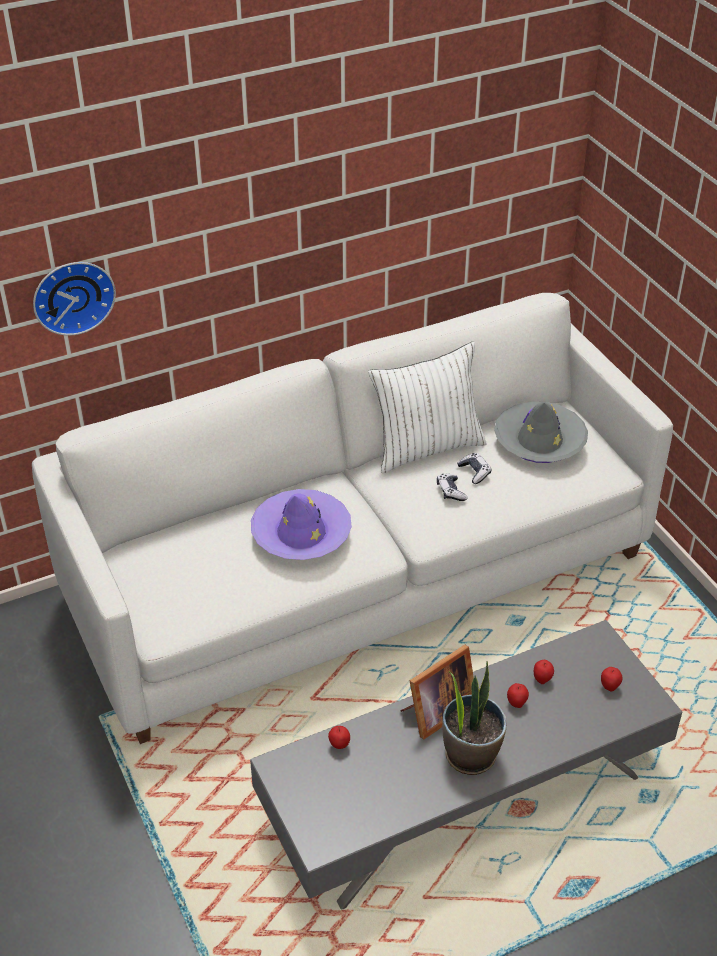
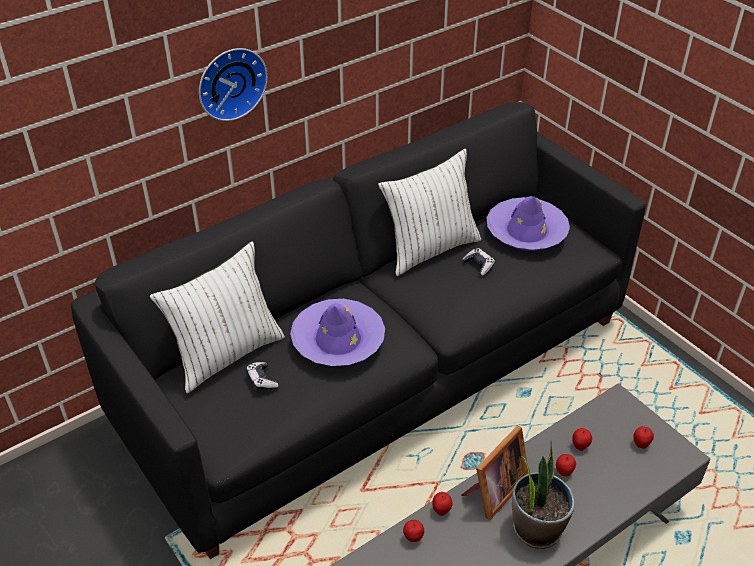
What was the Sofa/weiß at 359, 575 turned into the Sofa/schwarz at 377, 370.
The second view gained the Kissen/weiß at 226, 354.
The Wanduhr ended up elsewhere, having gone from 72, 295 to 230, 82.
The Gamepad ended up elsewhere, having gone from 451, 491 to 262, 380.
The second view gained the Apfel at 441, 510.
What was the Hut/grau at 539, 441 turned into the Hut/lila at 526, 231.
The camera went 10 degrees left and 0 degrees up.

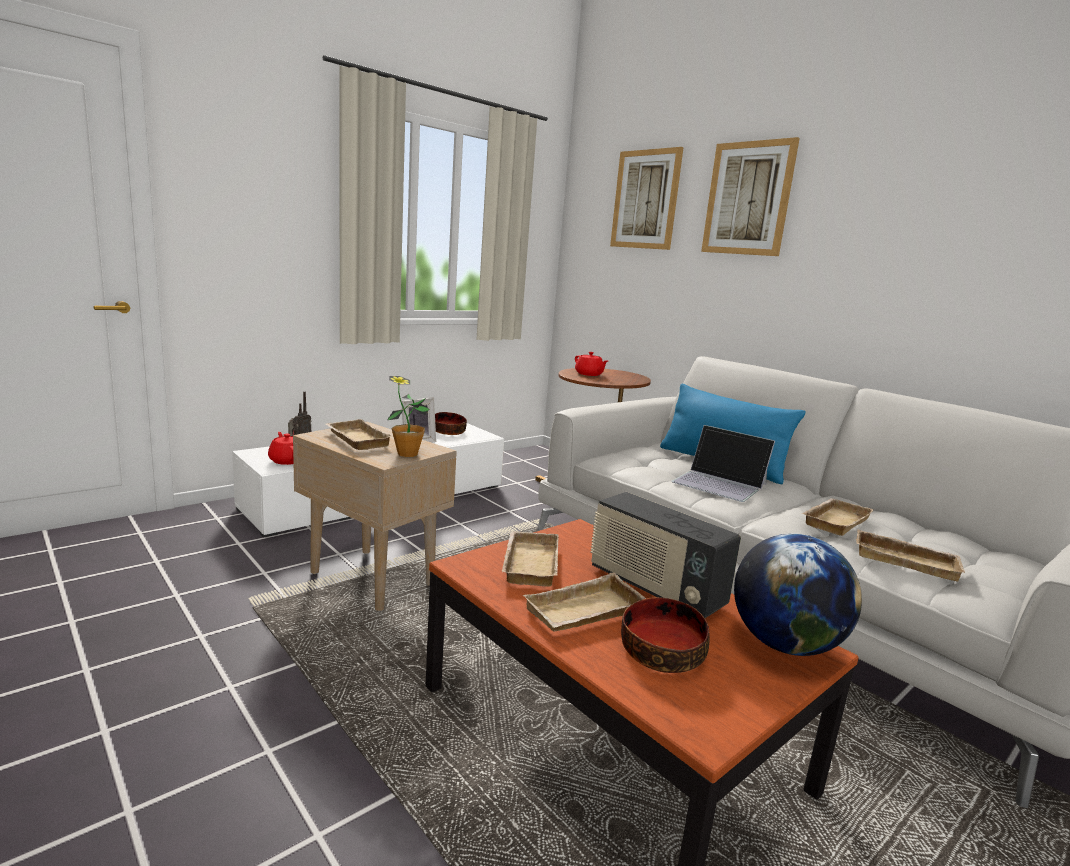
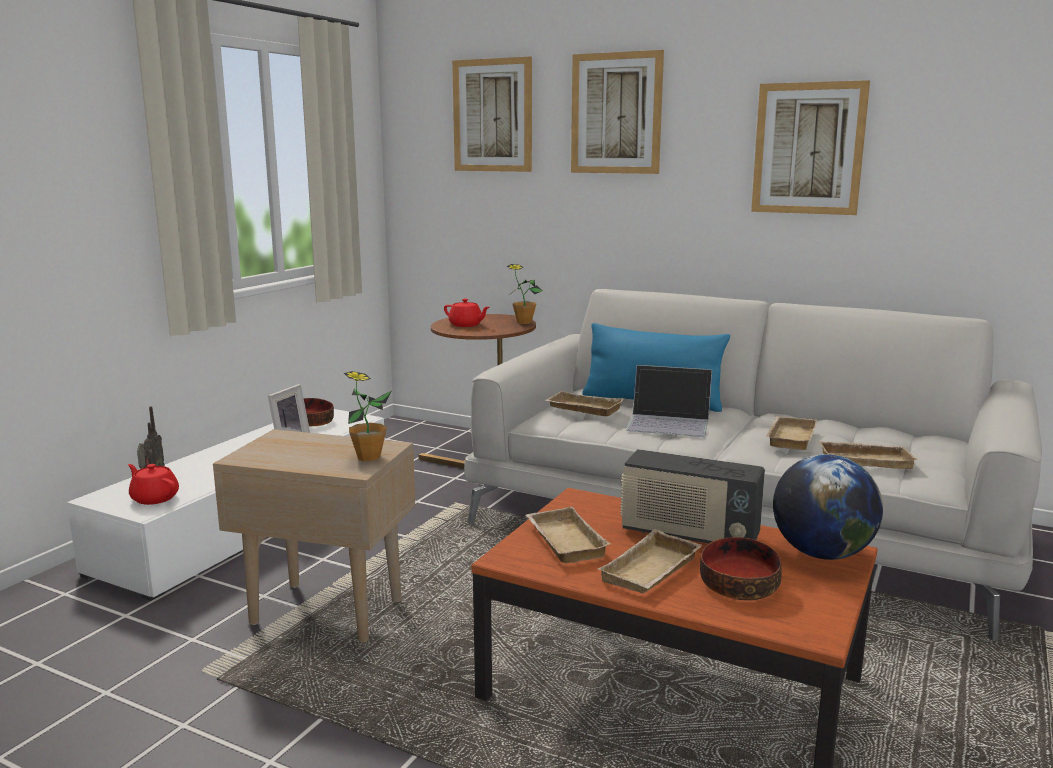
The second view gained the Topfpflanze at 524, 322.
The Tablett/beige ended up elsewhere, having gone from 355, 439 to 582, 409.
The second view gained the Bild at 808, 149.
The camera went 20 degrees left and 0 degrees up.

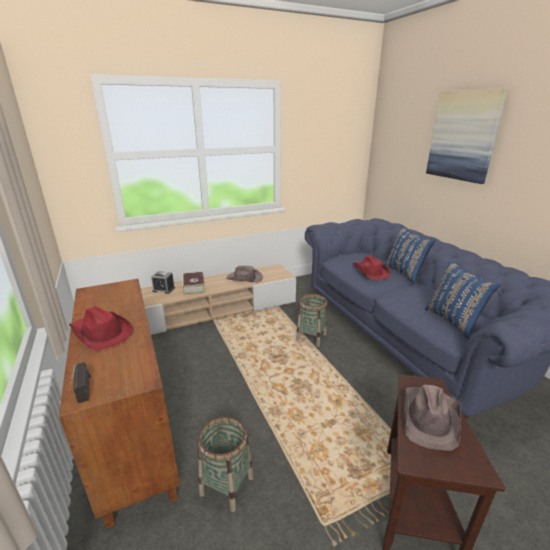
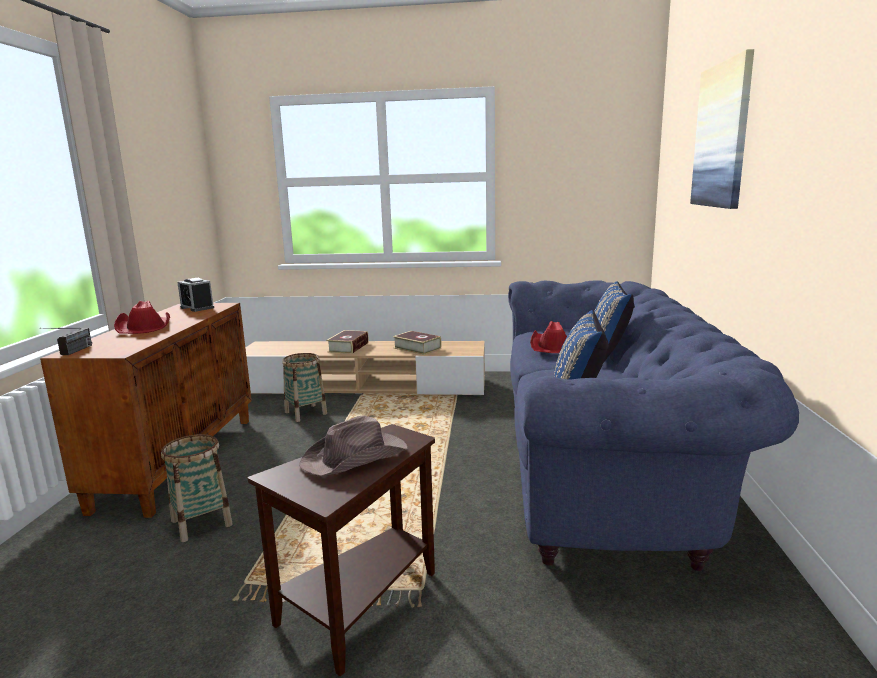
The Wecker ended up elsewhere, having gone from 163, 289 to 197, 308.
The Korb ended up elsewhere, having gone from 311, 337 to 306, 413.
Where the Hut/braun stood at 245, 278, the Buch came to stand at 417, 348.
The camera went 30 degrees right and 10 degrees down.

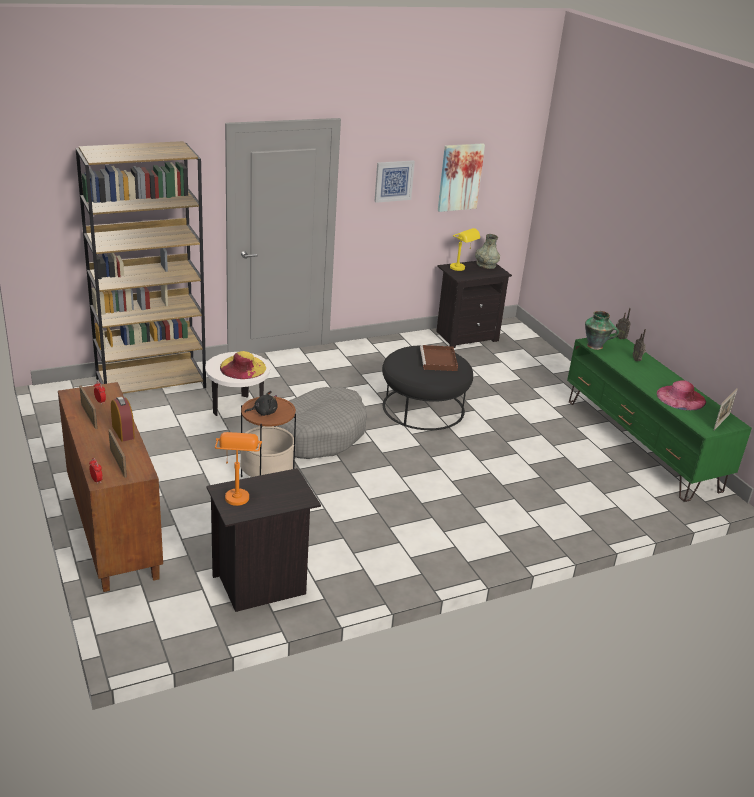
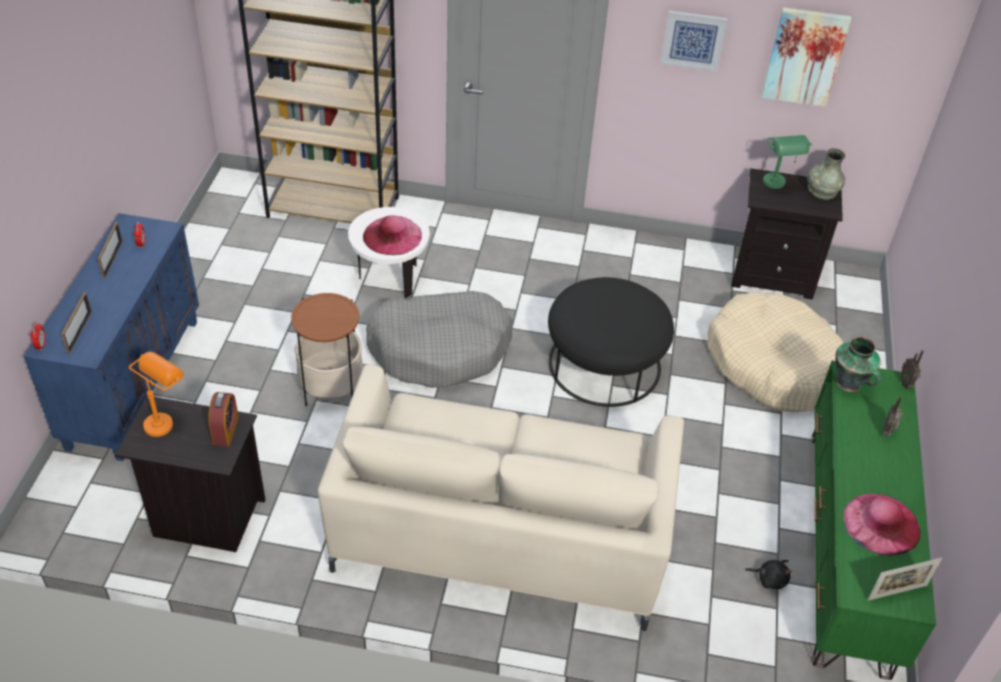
What was the Schrank/braun at 112, 530 turned into the Schrank/blau at 133, 382.
The Wecker ended up elsewhere, having gone from 123, 432 to 225, 430.
The second view gained the Sofa/beige at 501, 532.
What was the Hut/gelb at 242, 367 turned into the Hut/rosa at 392, 235.
The second view gained the Hundebett/beige at 772, 364.
The Plüschtier/schwarz ended up elsewhere, having gone from 263, 412 to 769, 579.
What was the Tischlampe/gelb at 461, 269 turned into the Tischlampe/grün at 777, 186.
The second view lost the Tablett/braun at 439, 360.
The camera went 35 degrees right and 15 degrees up.

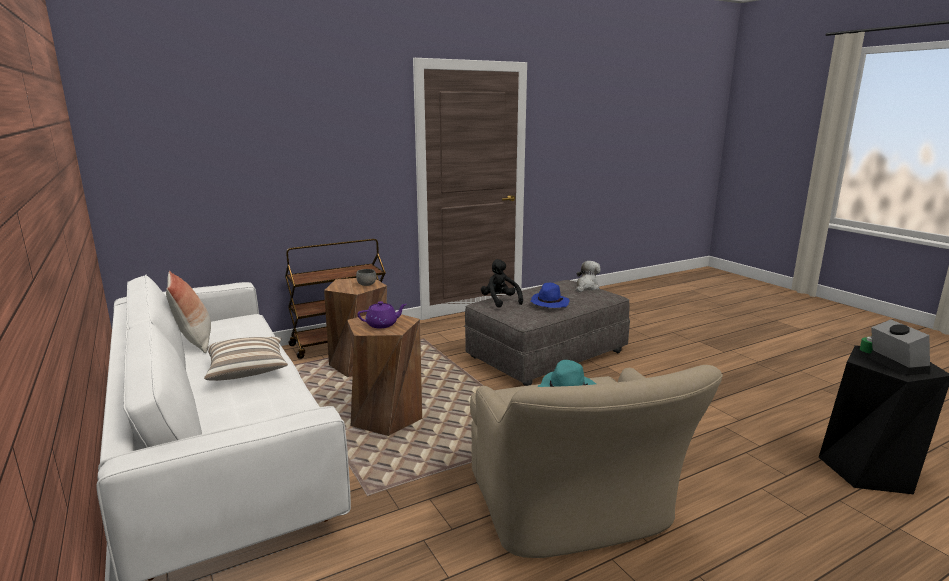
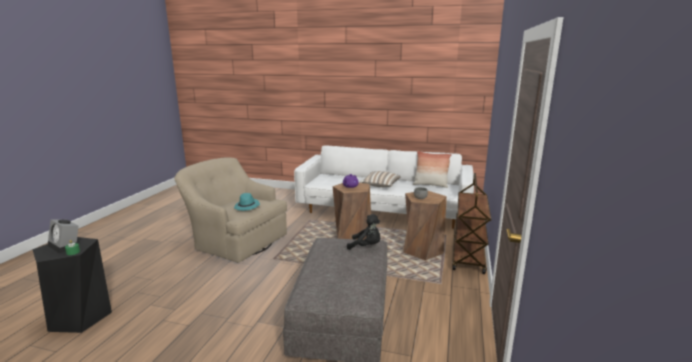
The second view lost the Hut/blau at 549, 303.
The second view lost the Plüschtier at 586, 287.
The camera went 135 degrees right and 0 degrees up.

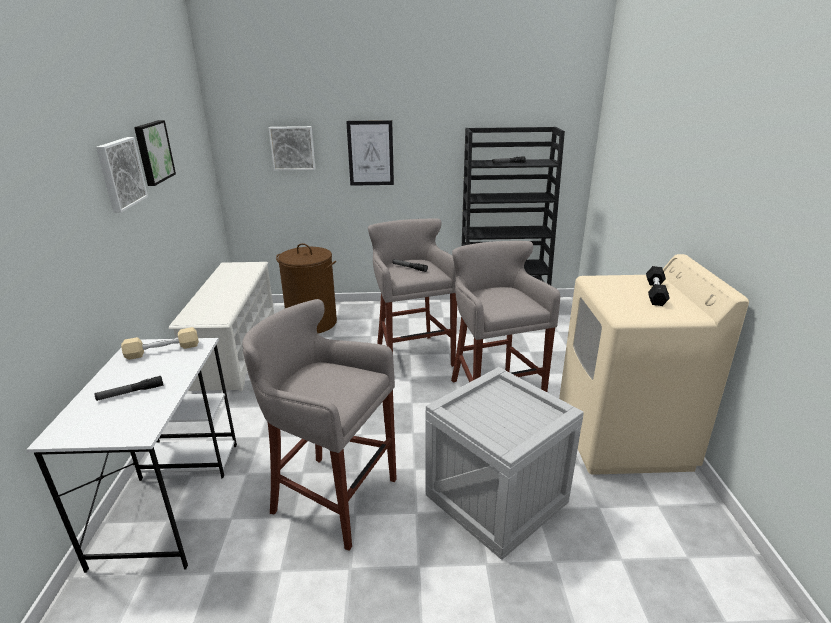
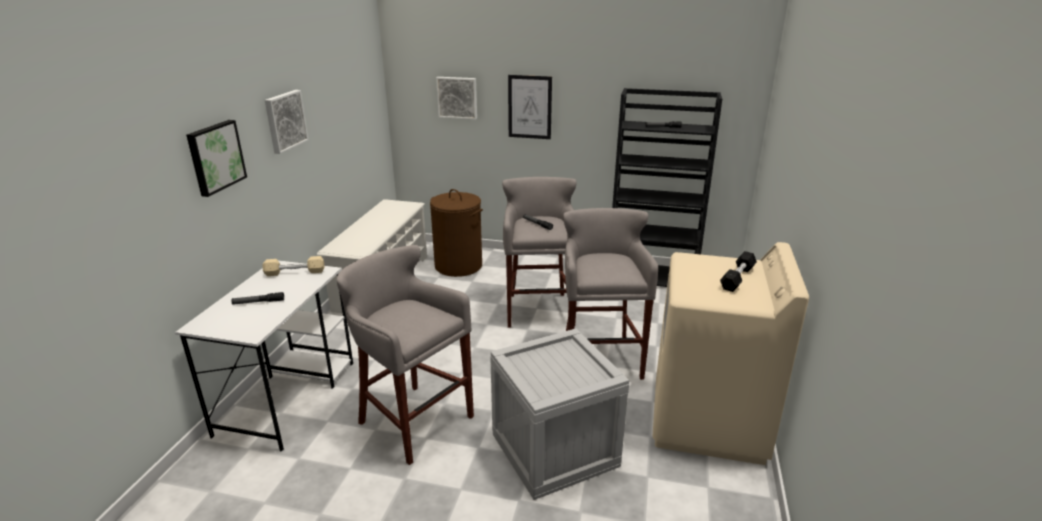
The Bild ended up elsewhere, having gone from 153, 152 to 215, 157.
The camera went 15 degrees right and 0 degrees up.

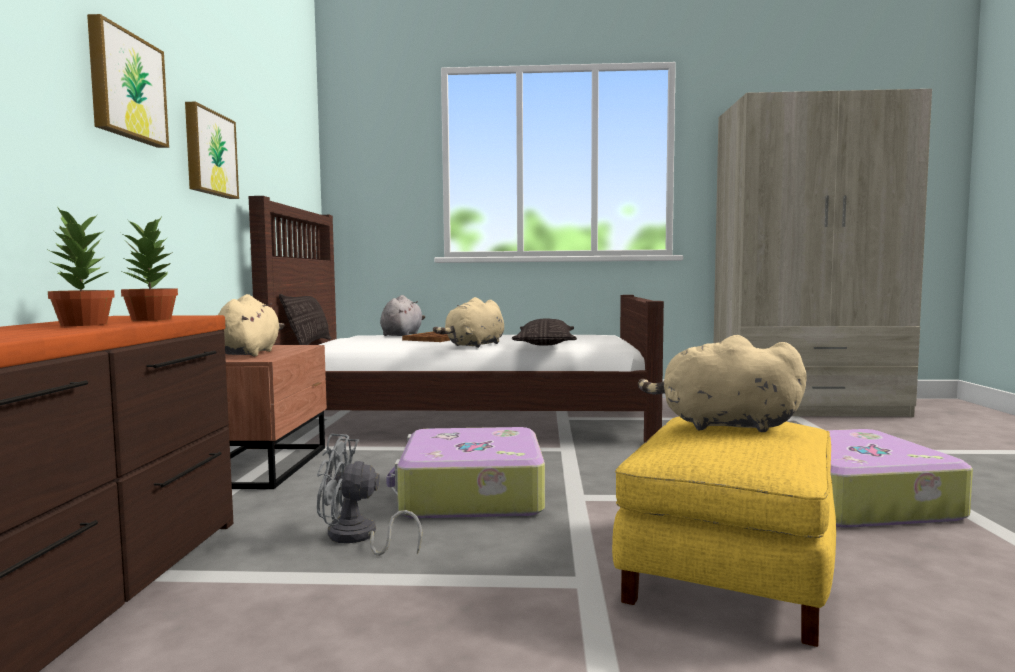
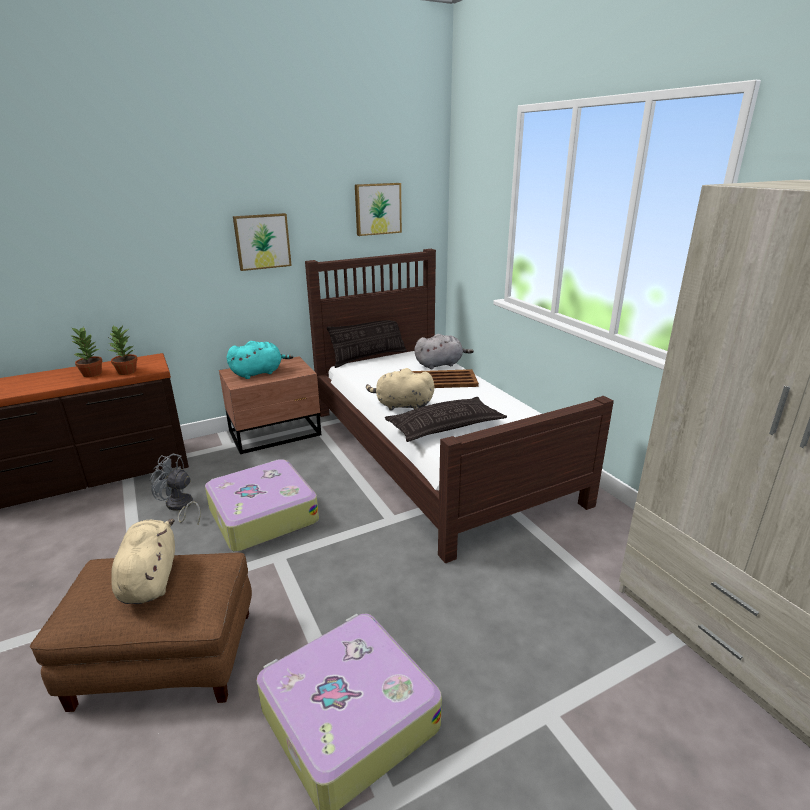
What was the Polsterhocker/gelb at 728, 570 turned into the Polsterhocker/braun at 166, 656.
The Ventilator/grau at 357, 538 ended up facing another way, 45 degrees counterclockwise from before.
What was the Plüschtier/beige at 249, 353 turned into the Plüschtier/türkis at 259, 373.
The Bild ended up elsewhere, having gone from 125, 86 to 377, 209.
The camera went 60 degrees right and 20 degrees up.

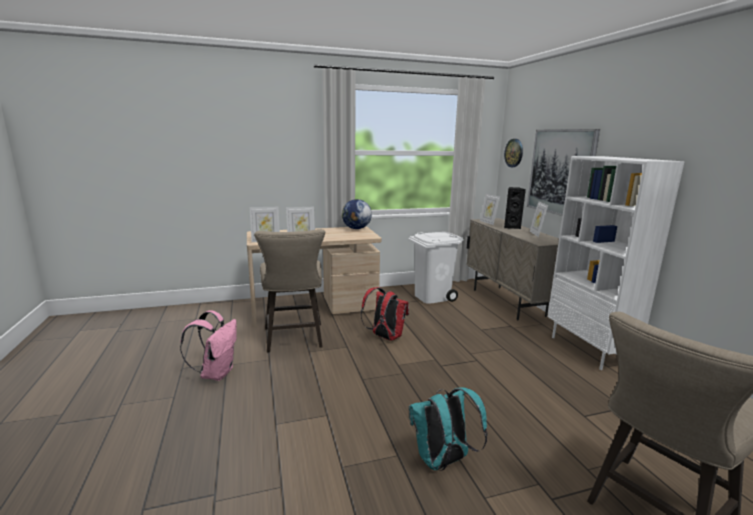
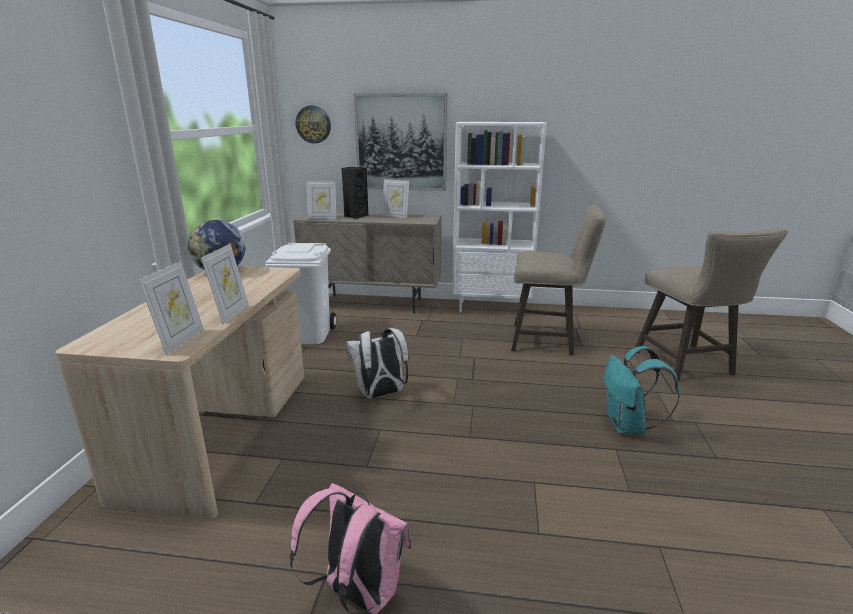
What was the Rucksack/rot at 385, 337 turned into the Rucksack/weiß at 380, 394.
The Hocker/beige ended up elsewhere, having gone from 294, 340 to 548, 340.
The camera went 65 degrees left and 5 degrees up.

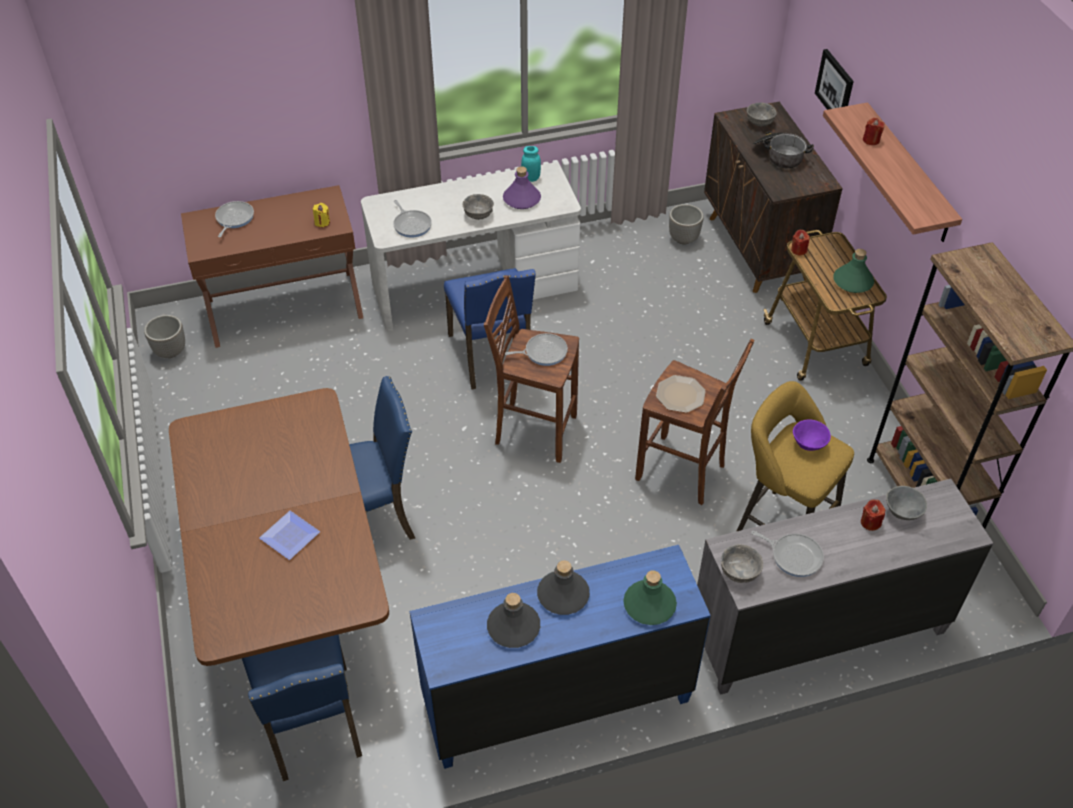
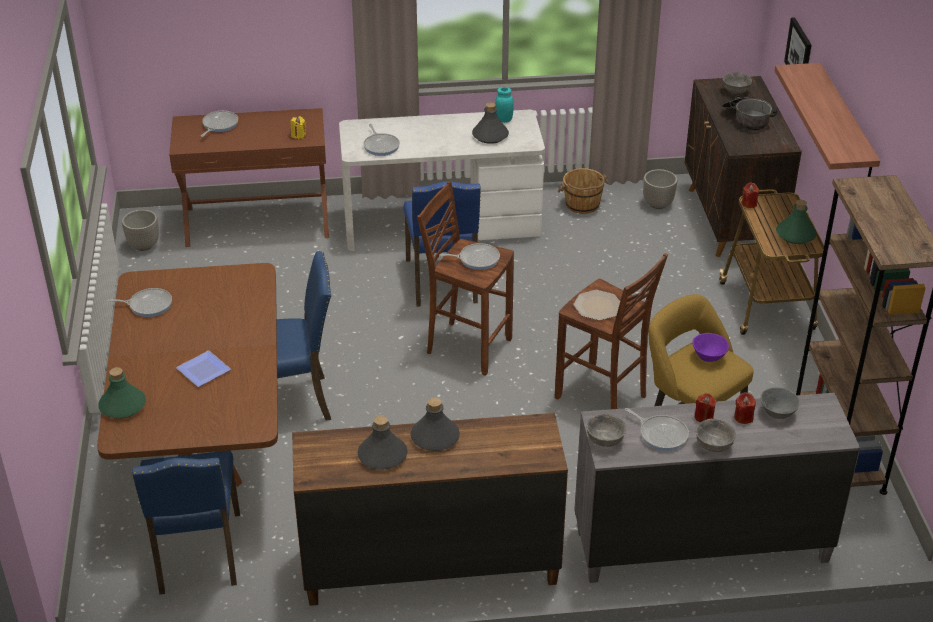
The Flasche/grün ended up elsewhere, having gone from 649, 605 to 122, 406.
The second view gained the Pfanne at 148, 305.
What was the Kommode/blau at 556, 701 turned into the Kommode/braun at 429, 566.
What was the Flasche/lila at 522, 199 turned into the Flasche/grau at 490, 136.
The second view gained the Eimer/braun at 582, 204.
The Kerze/rot ended up elsewhere, having gone from 871, 140 to 703, 417.
The Schüssel/grau ended up elsewhere, having gone from 478, 215 to 713, 445.
The camera went 10 degrees right and 10 degrees down.

